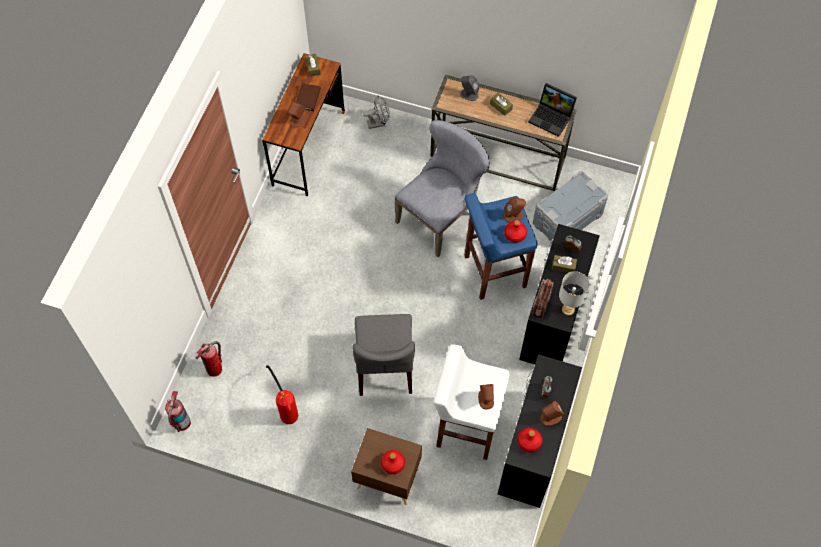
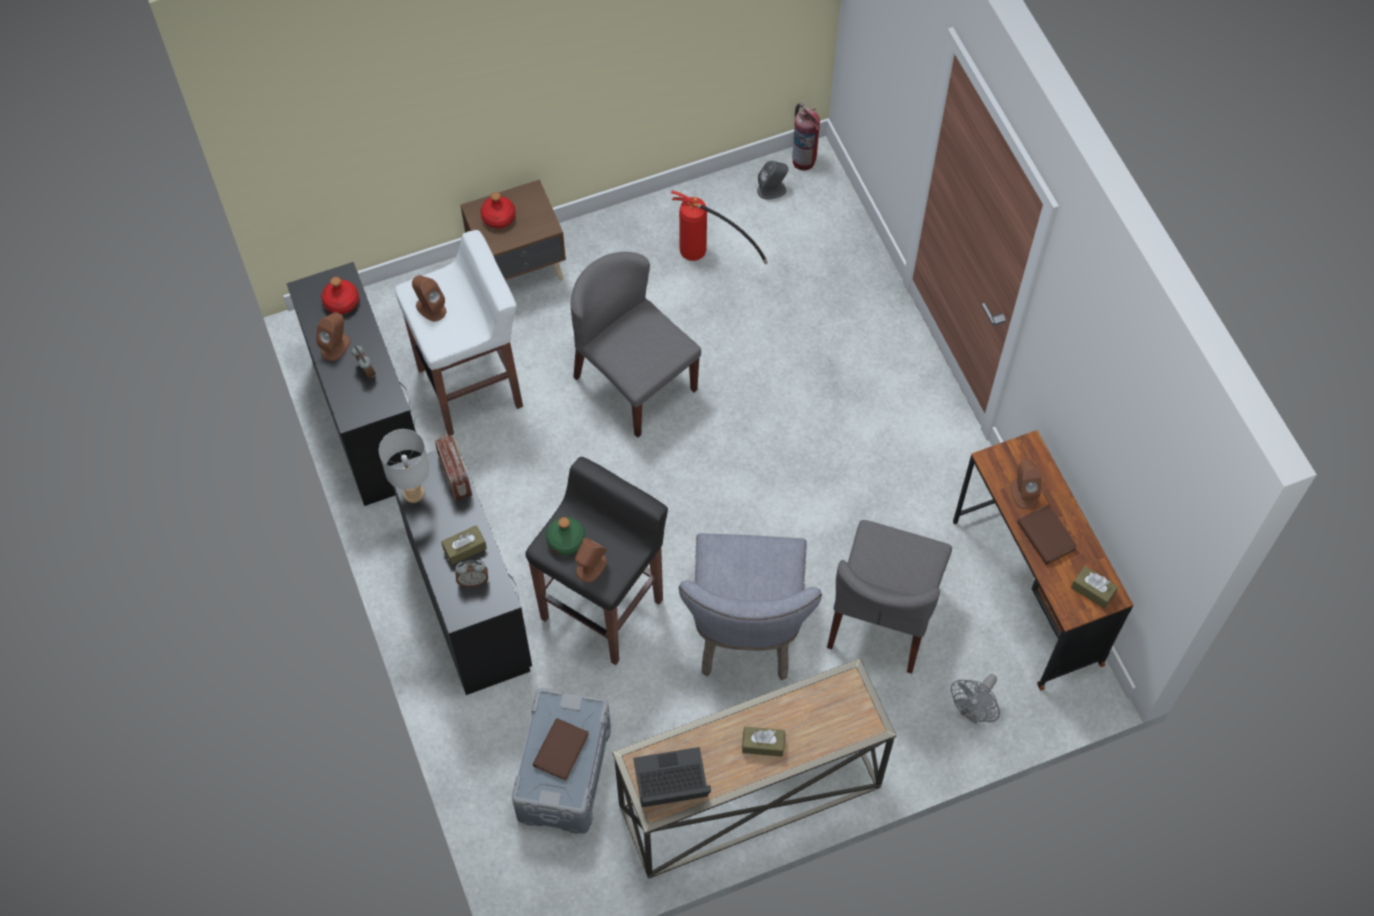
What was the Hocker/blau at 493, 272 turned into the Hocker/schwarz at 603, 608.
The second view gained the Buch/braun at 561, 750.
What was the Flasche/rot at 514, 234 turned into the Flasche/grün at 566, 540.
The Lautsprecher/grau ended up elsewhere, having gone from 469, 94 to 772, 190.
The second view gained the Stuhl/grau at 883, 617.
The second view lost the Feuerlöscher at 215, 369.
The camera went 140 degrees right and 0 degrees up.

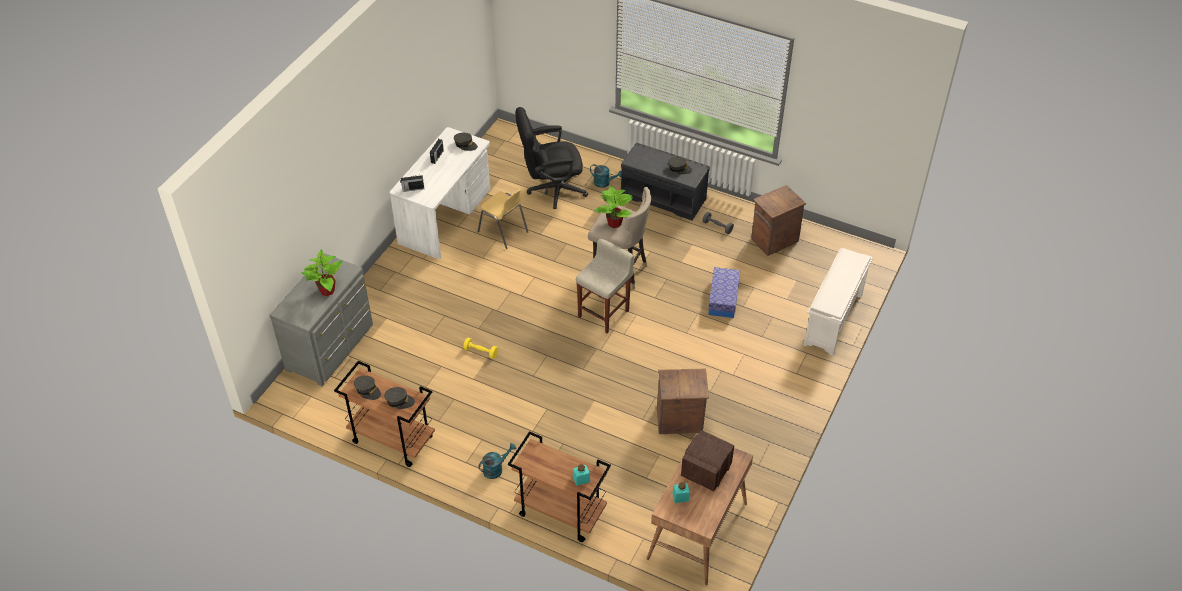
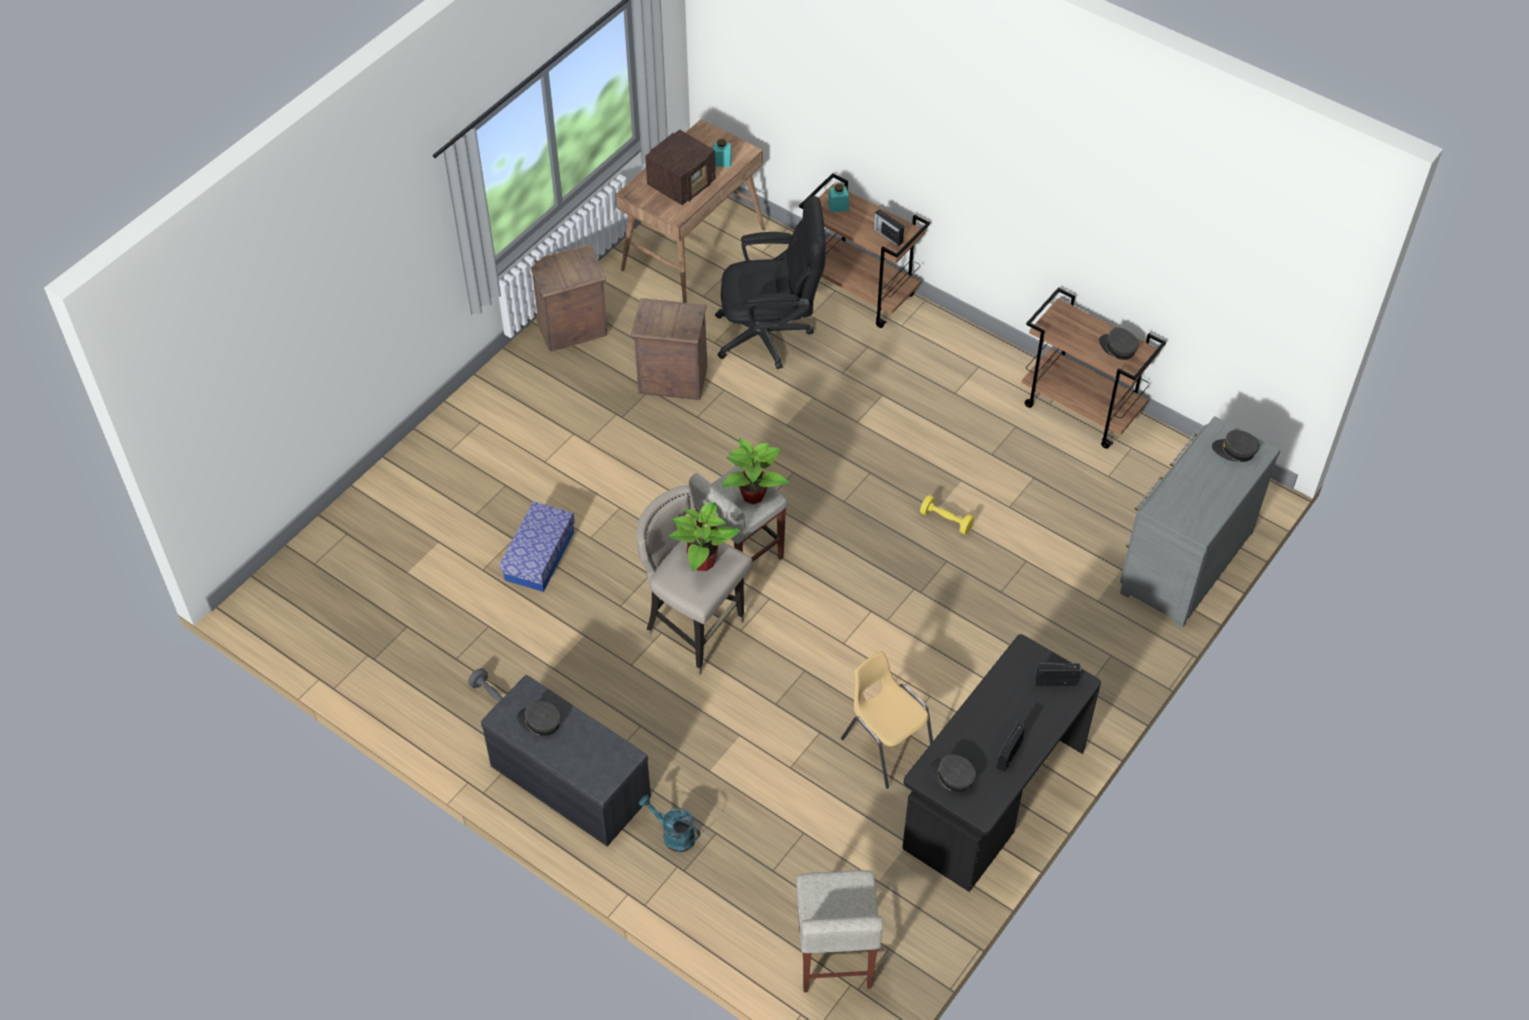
The Kiste ended up elsewhere, having gone from 774, 240 to 573, 329.
The Bürostuhl/schwarz ended up elsewhere, having gone from 551, 189 to 772, 334.
The Topfpflanze ended up elsewhere, having gone from 327, 291 to 753, 494.
The second view gained the Hocker/beige at 834, 958.
The second view gained the Radio at 887, 235.
What was the Schreibtisch/weiß at 446, 217 turned into the Schreibtisch/schwarz at 992, 798.
The Kappe/grau ended up elsewhere, having gone from 399, 401 to 1235, 451.
The second view lost the Gießkanne/türkis at 496, 469.
The second view lost the Schuhregal/weiß at 833, 321.
The camera went 170 degrees left and 5 degrees up.

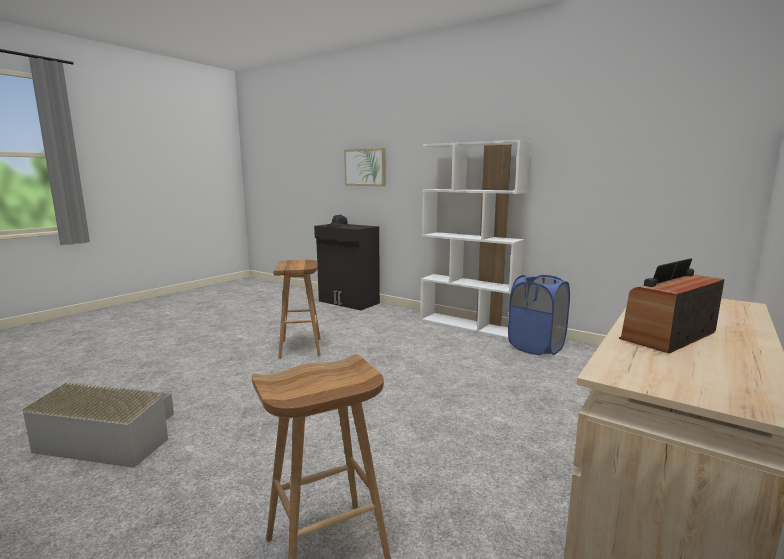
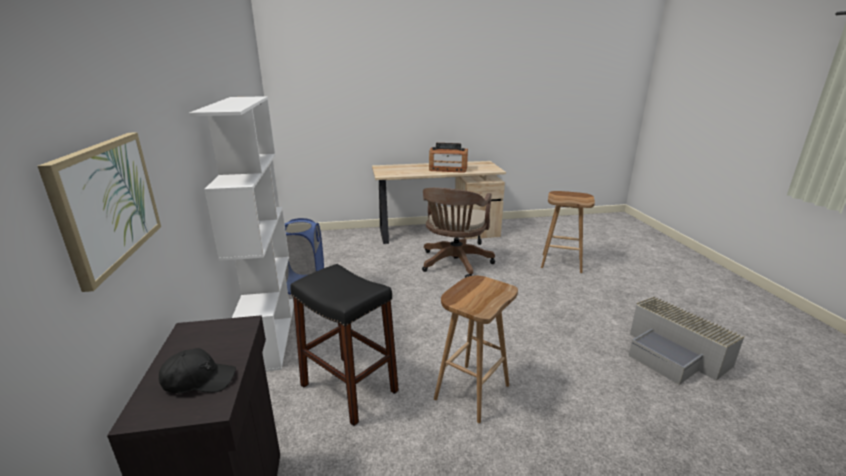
The second view gained the Hocker/schwarz at 349, 388.
The second view gained the Bürostuhl/braun at 454, 264.
The camera went 135 degrees left and 10 degrees up.

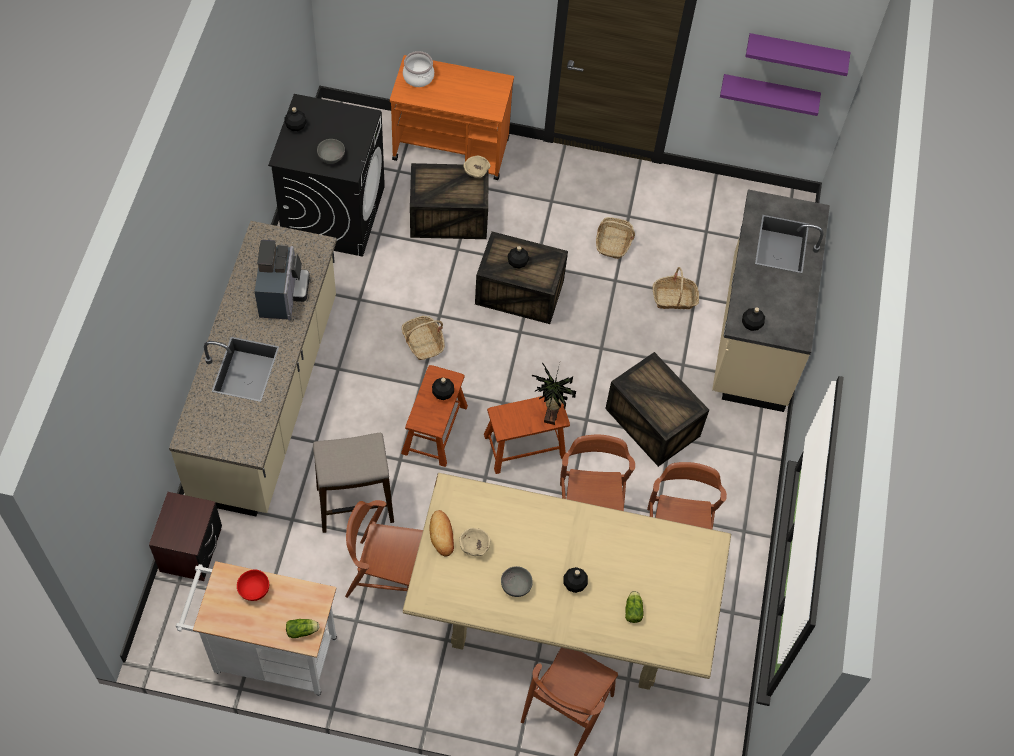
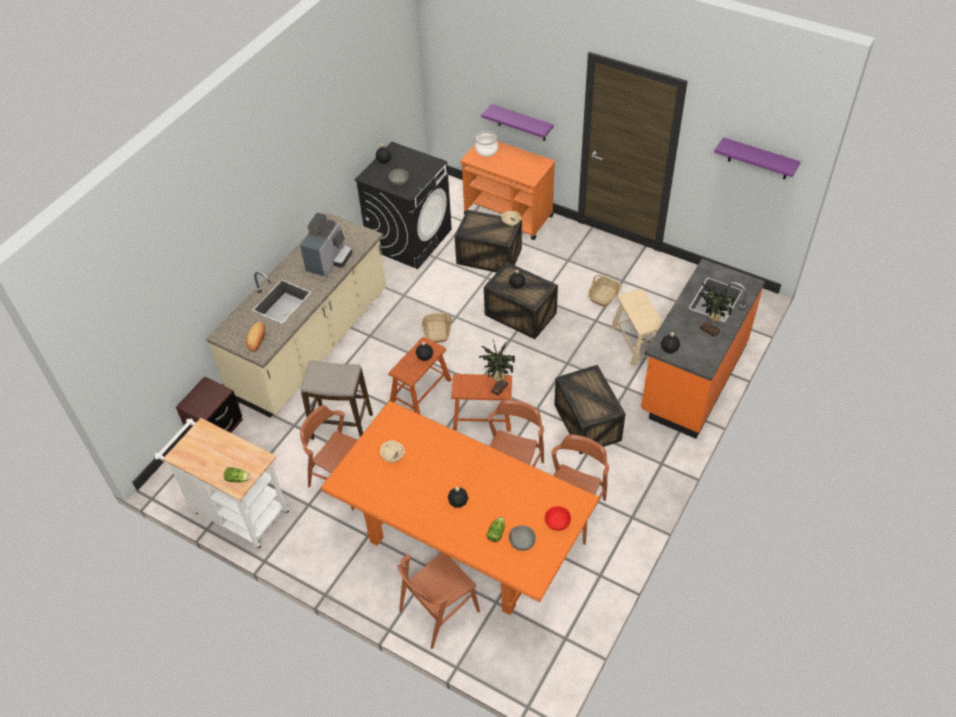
The Brot ended up elsewhere, having gone from 442, 534 to 256, 338.
What was the Esstisch/beige at 562, 612 turned into the Esstisch/orange at 464, 539.
The Wandregal/lila ended up elsewhere, having gone from 769, 93 to 521, 123.
The Schüssel/grau ended up elsewhere, having gone from 515, 585 to 522, 542.
The Schüssel/rot ended up elsewhere, having gone from 254, 590 to 557, 524.
Where the Korb stood at 674, 298, the Hocker/beige came to stand at 637, 342.
What was the Küchenzeile/beige at 755, 333 turned into the Küchenzeile/orange at 692, 378.
The second view gained the Topfpflanze at 709, 331.
The camera went 25 degrees right and 10 degrees down.

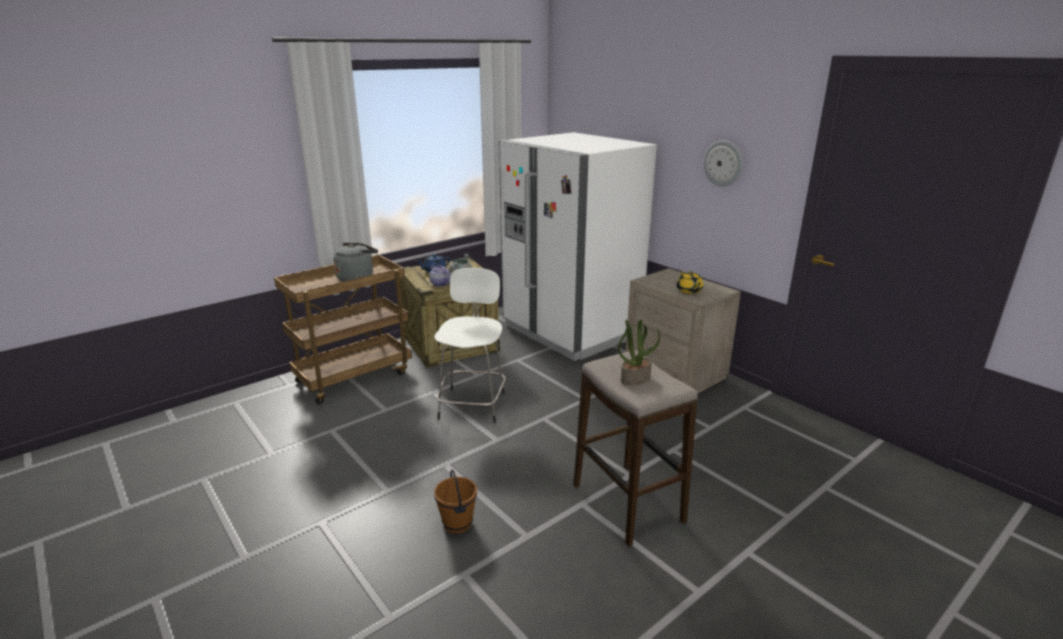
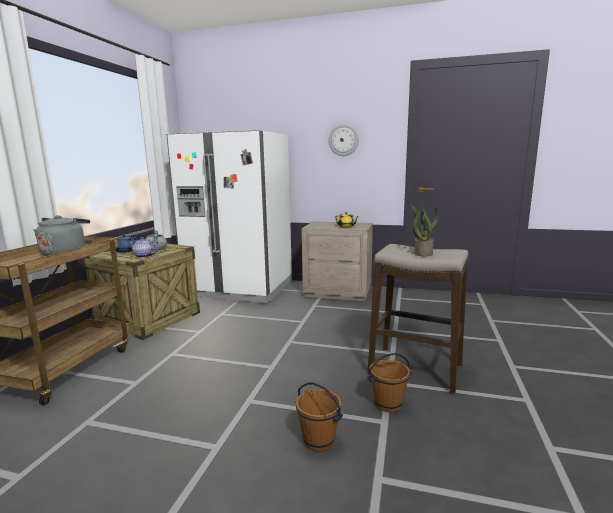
The second view gained the Eimer/braun at 387, 404.
The second view lost the Hocker/weiß at 473, 404.
The camera went 35 degrees left and 10 degrees down.

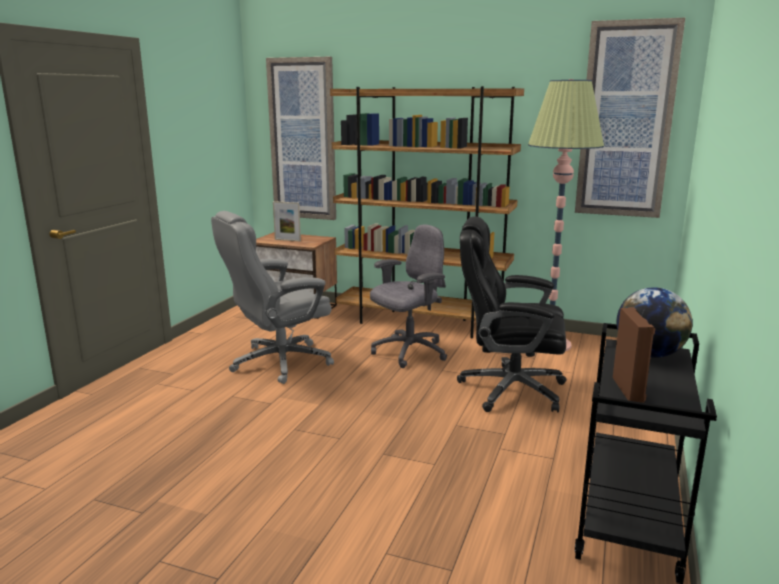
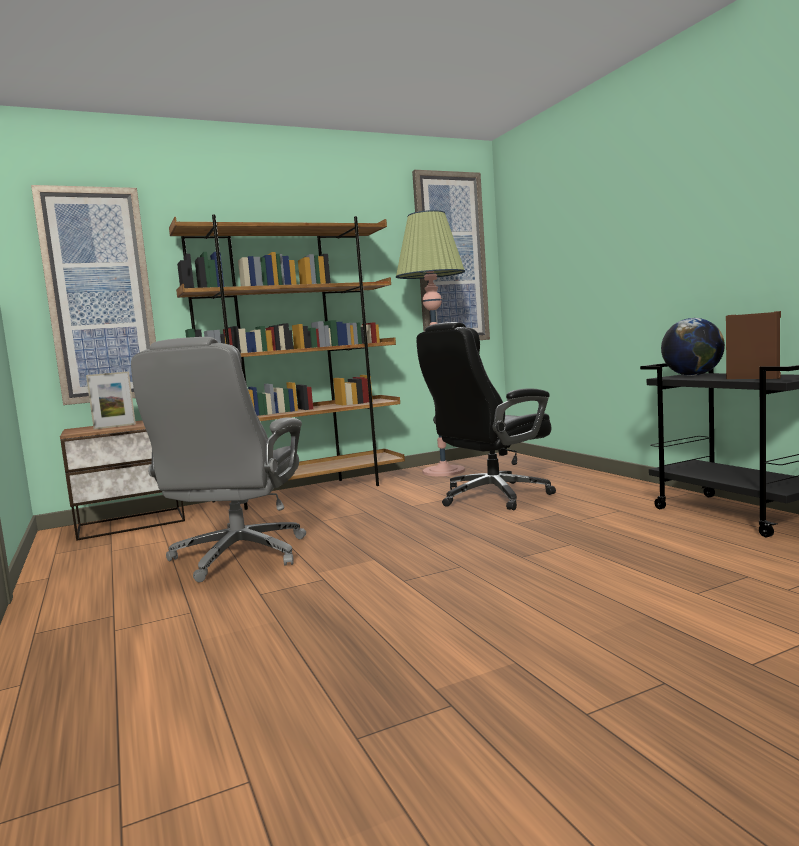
The second view lost the Bürostuhl/grau at 408, 352.
The camera went 45 degrees left and 10 degrees down.

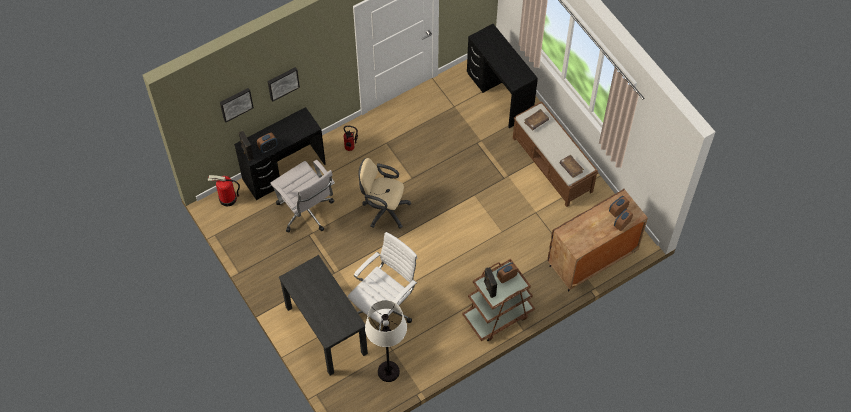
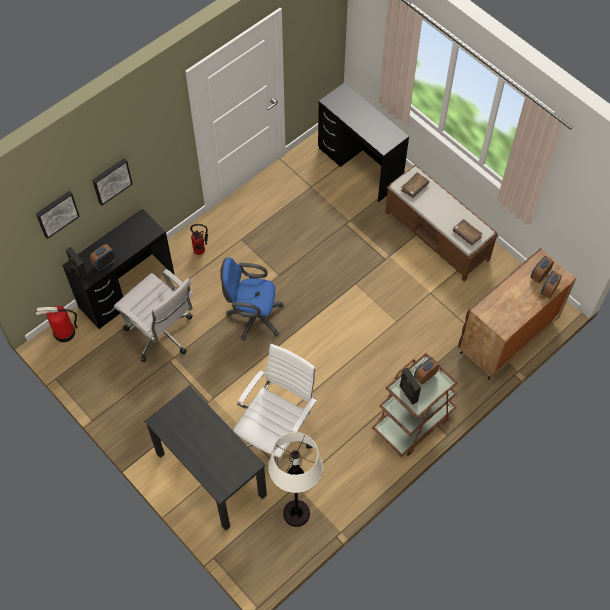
What was the Bürostuhl/beige at 383, 209 turned into the Bürostuhl/blau at 252, 317.
The camera went 10 degrees left and 0 degrees up.

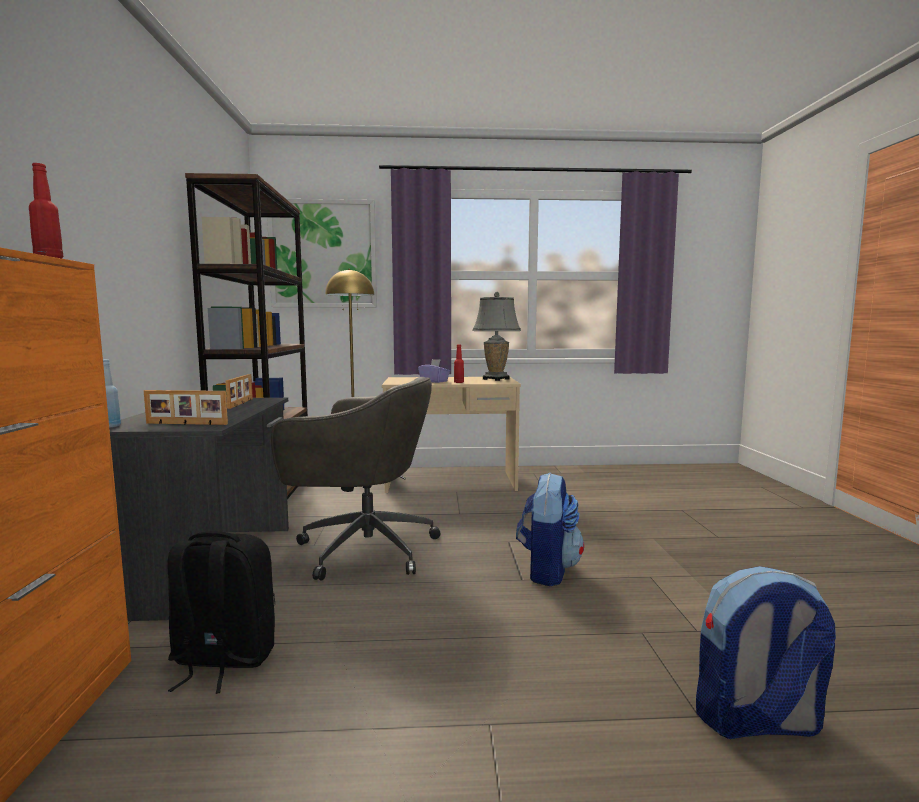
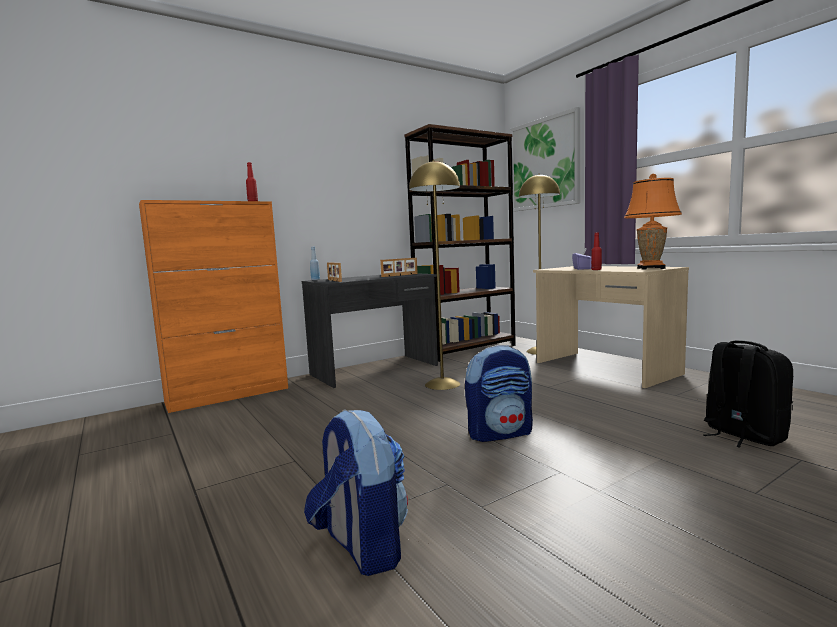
Where the Bürostuhl/grau stood at 363, 549, the Stehlampe/gelb came to stand at 442, 384.
What was the Tischlampe/grau at 496, 379 turned into the Tischlampe/orange at 650, 268.
The Rucksack/schwarz ended up elsewhere, having gone from 222, 660 to 742, 435.
The camera went 60 degrees right and 0 degrees up.

